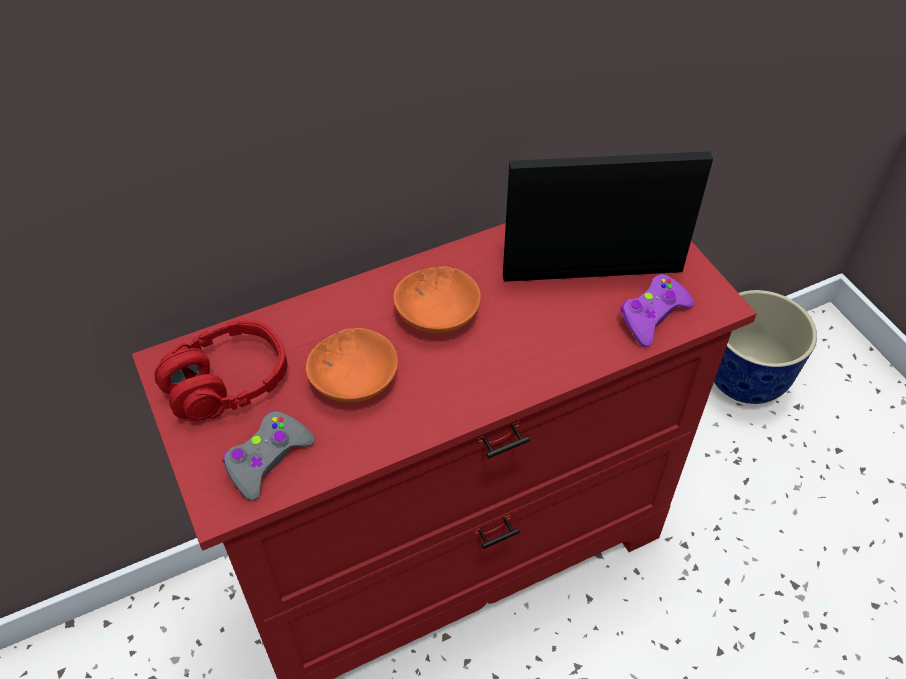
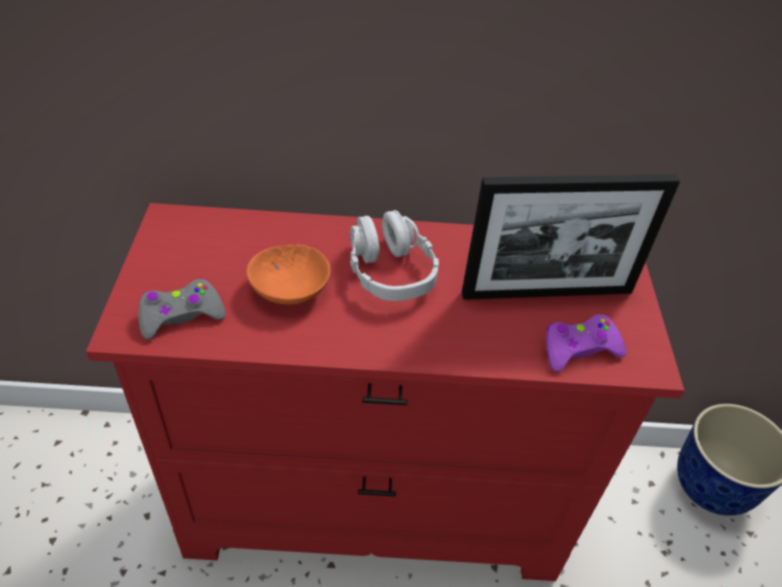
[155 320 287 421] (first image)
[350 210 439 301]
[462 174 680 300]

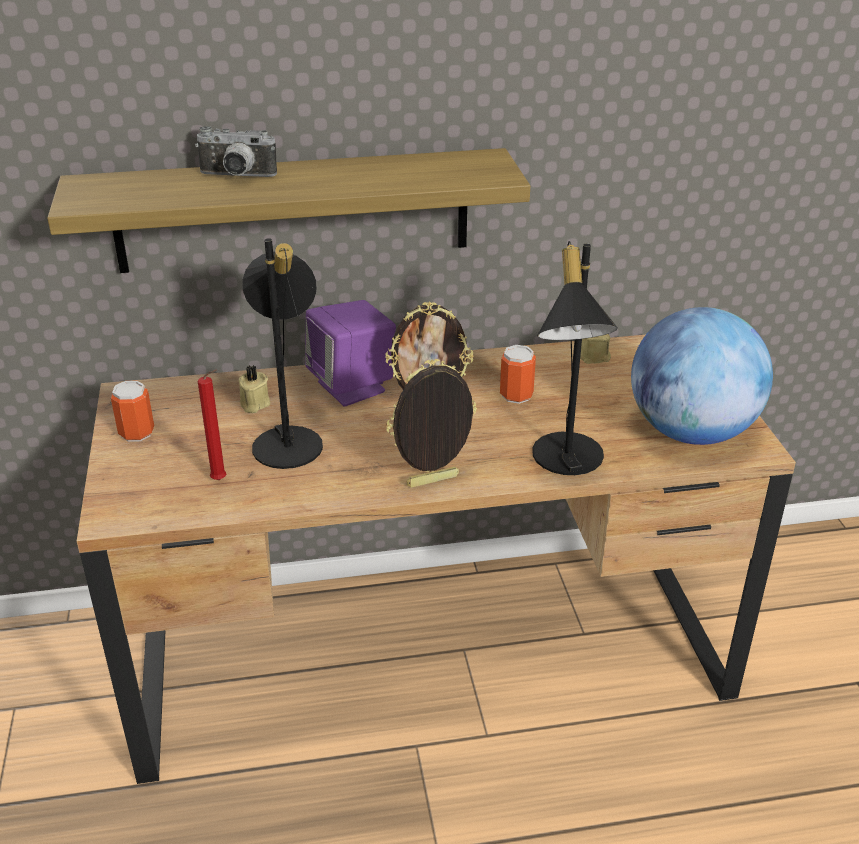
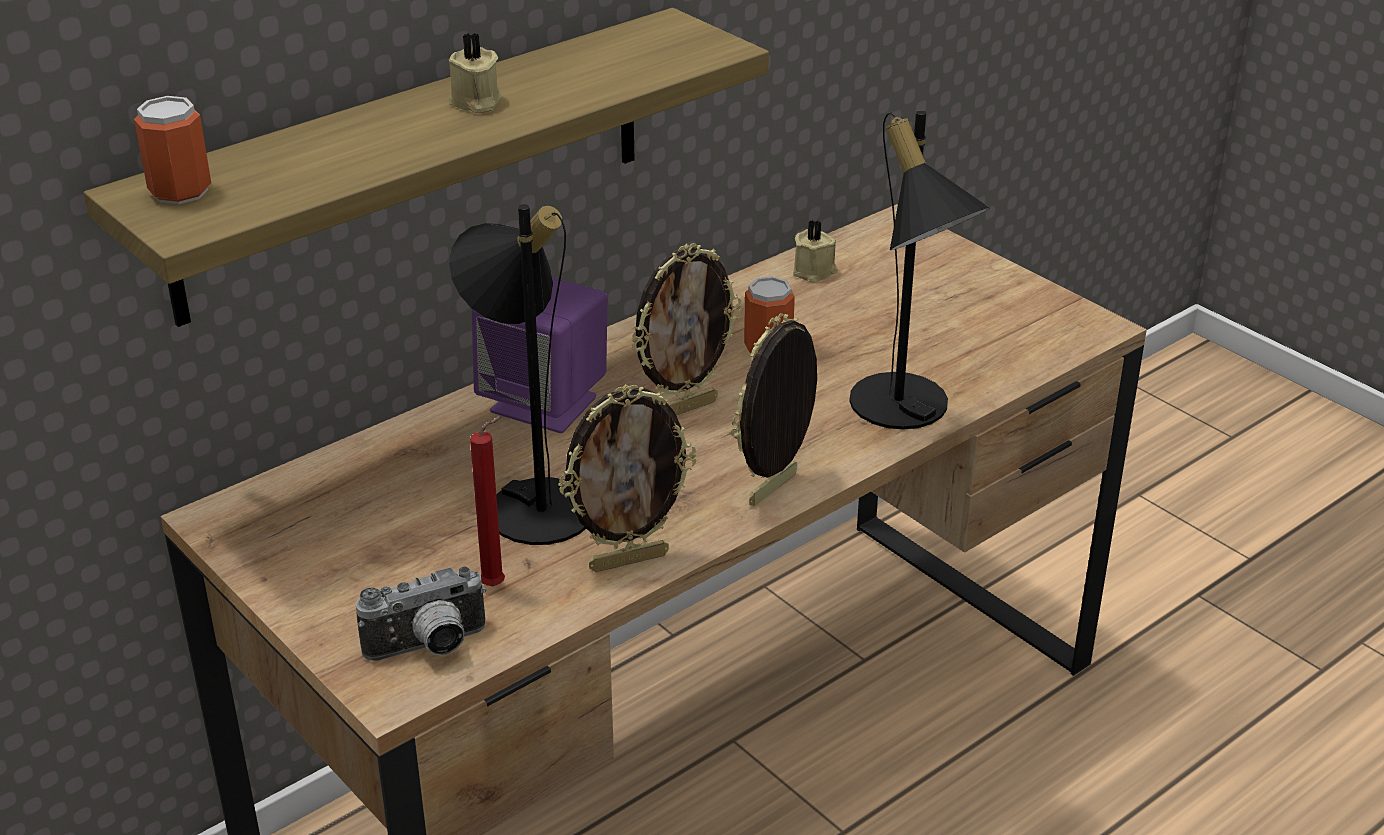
[631 307 773 445] (first image)
[558 384 696 572]
[134 96 211 204]
[356 566 487 661]
[449 33 503 113]

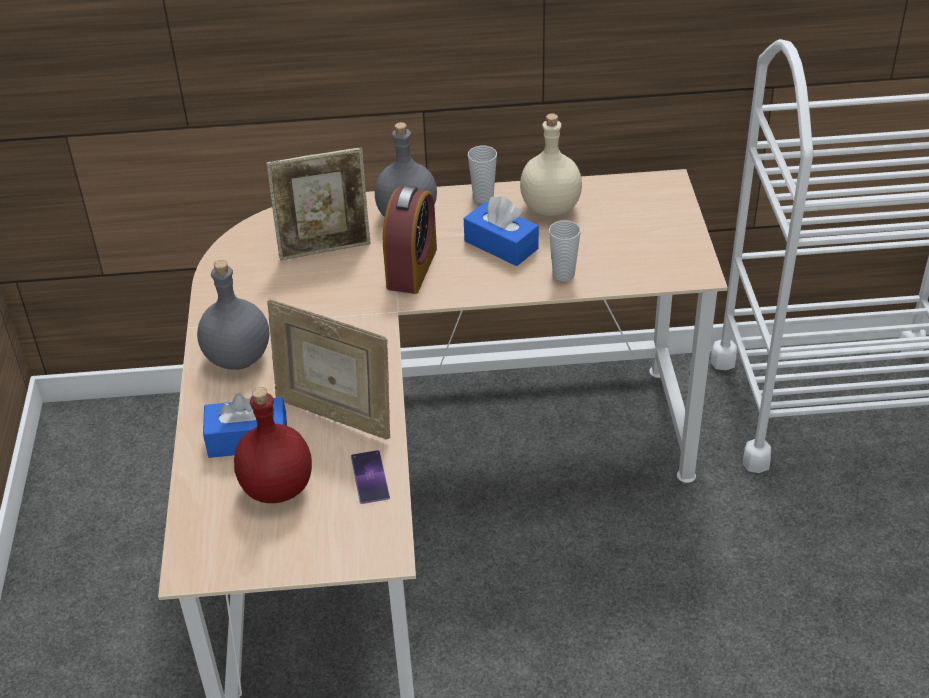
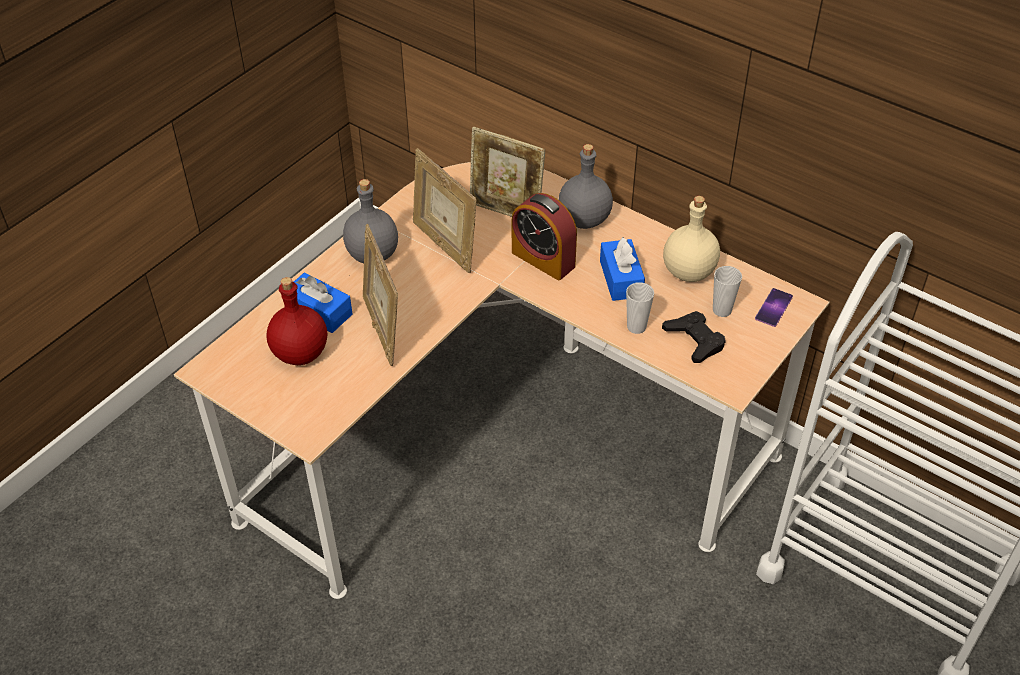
[413 148 477 273]
[662 311 726 363]
[755 288 793 327]
[713 266 742 317]
[512 193 577 280]

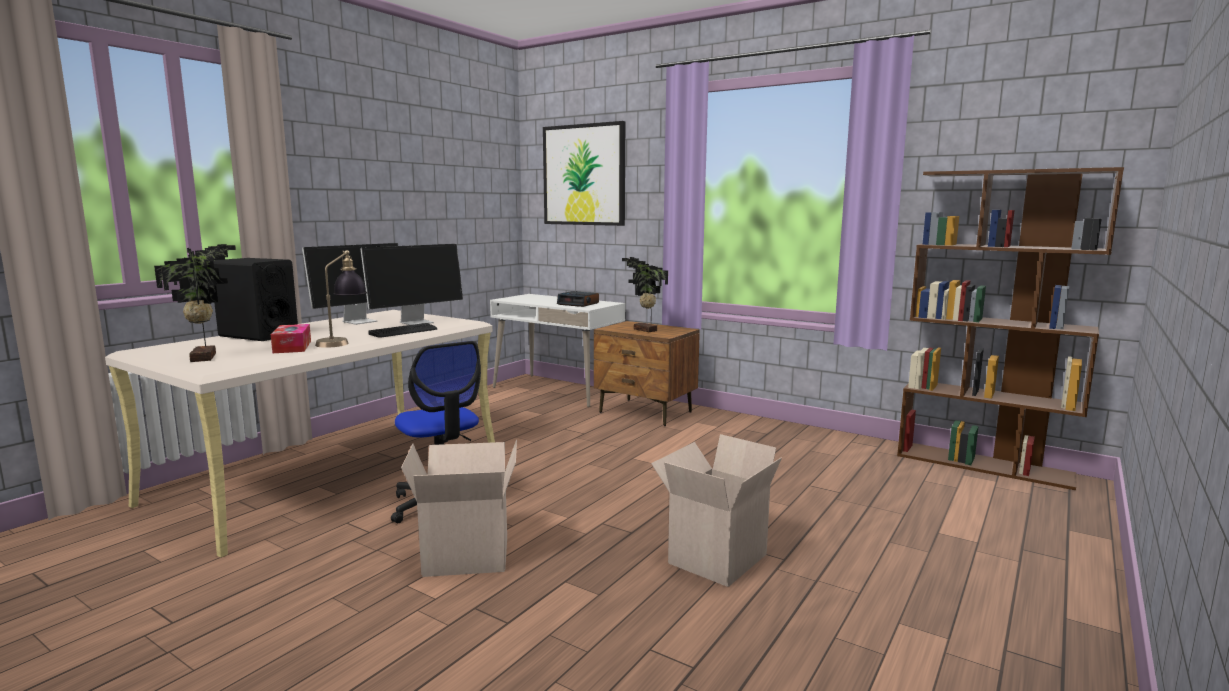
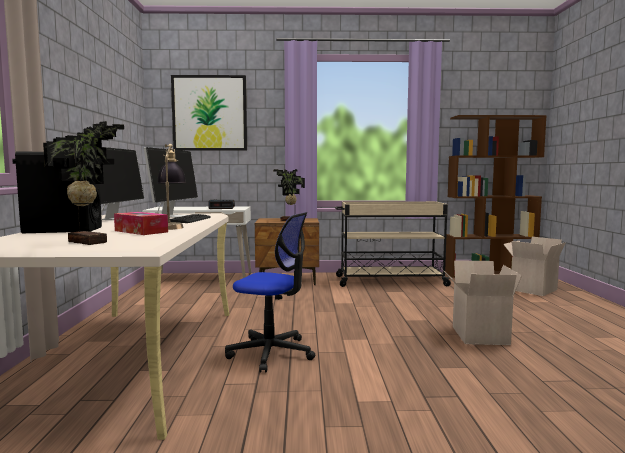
[335 201 452 287]
[503 237 566 296]

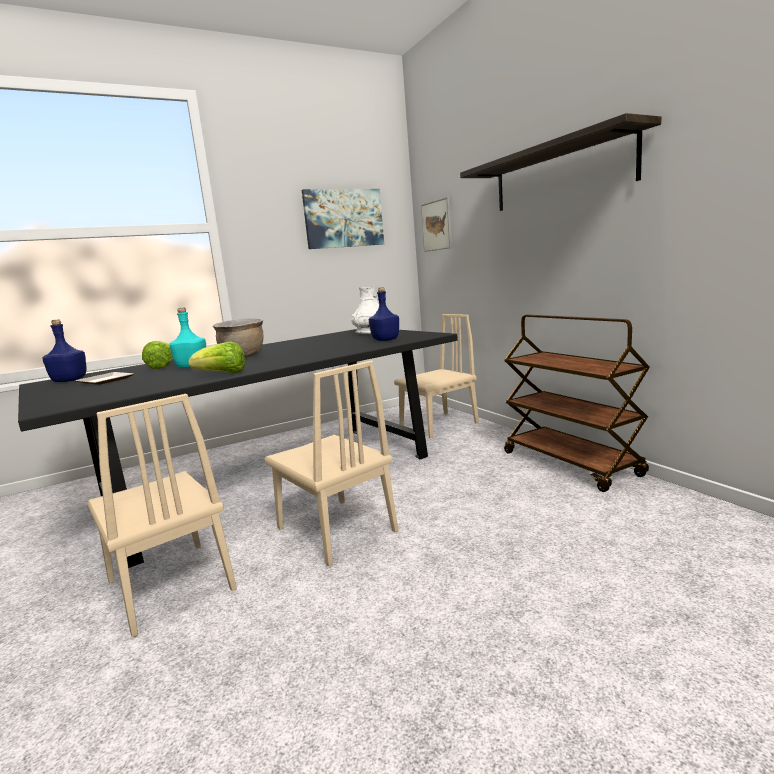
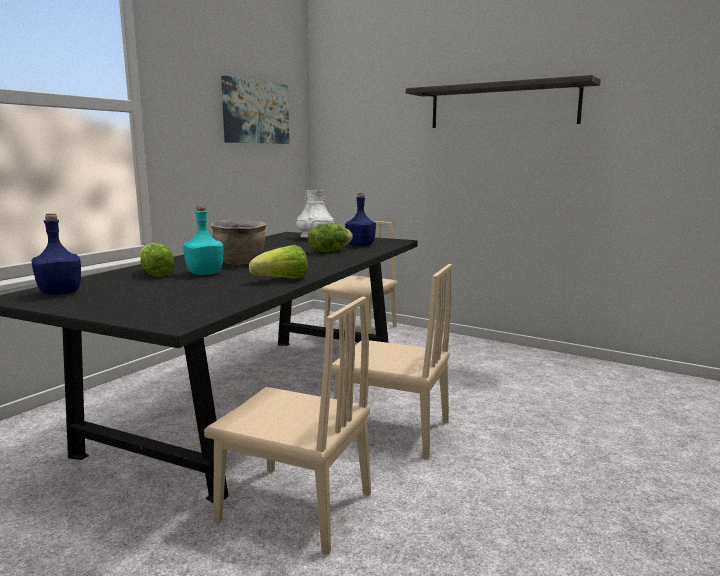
[75 372 134 385] (first image)
[421 197 452 252] (first image)
[504 315 650 492] (first image)
[308 223 353 252]

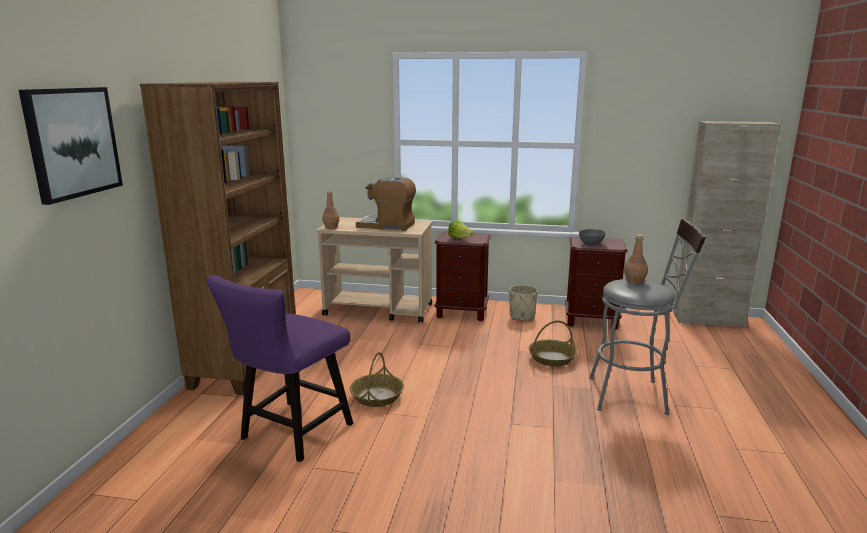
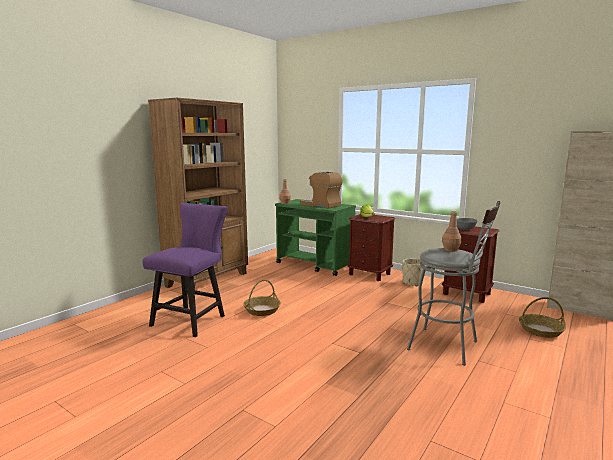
[19 87 123 205] (first image)
[519 297 566 338]
[275 199 356 276]
[142 203 228 337]

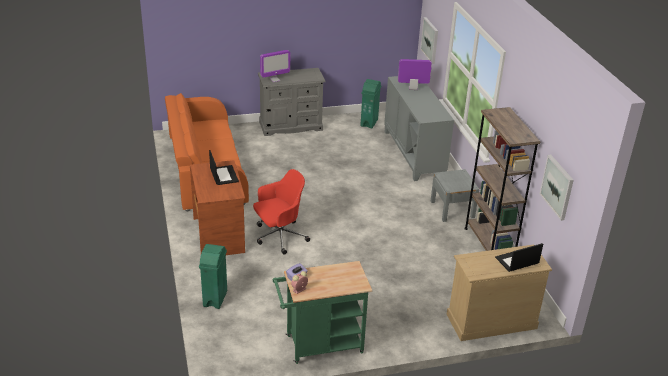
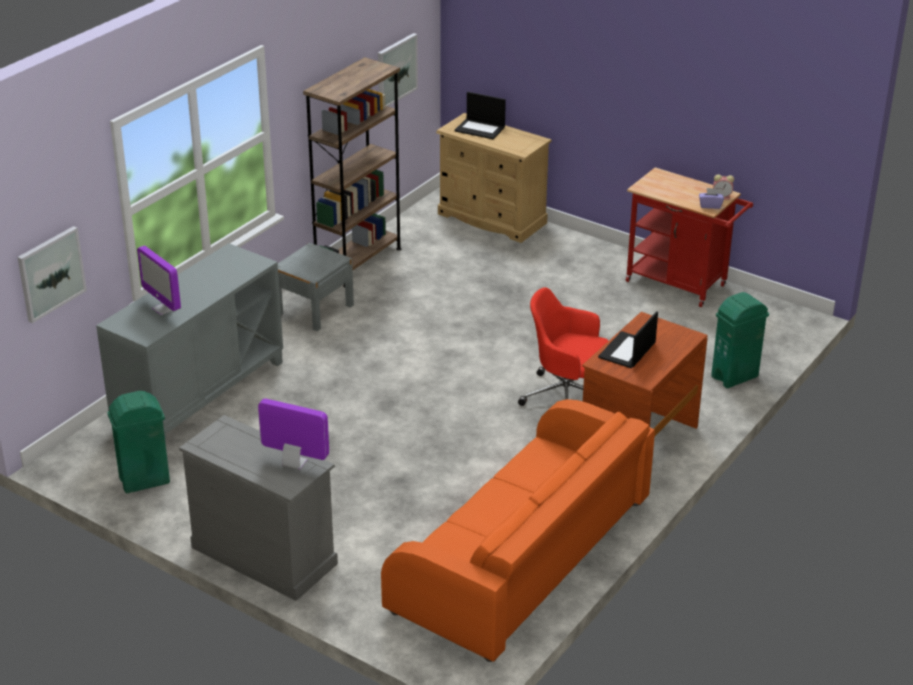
[626 167 753 307]

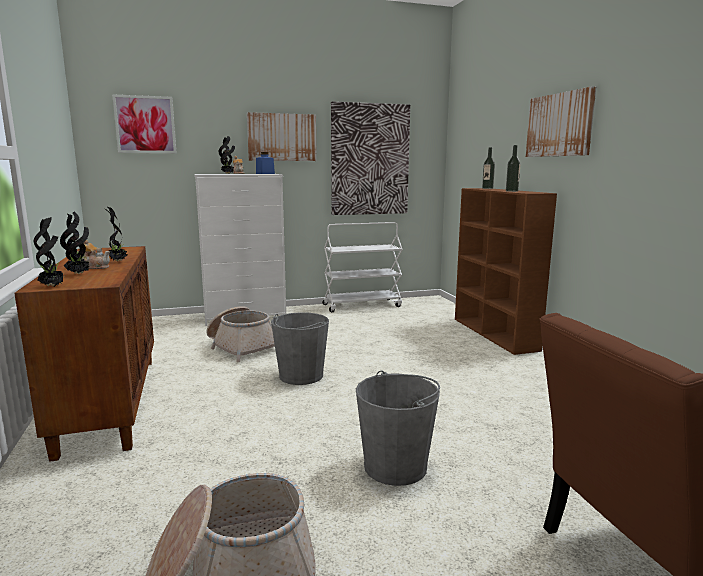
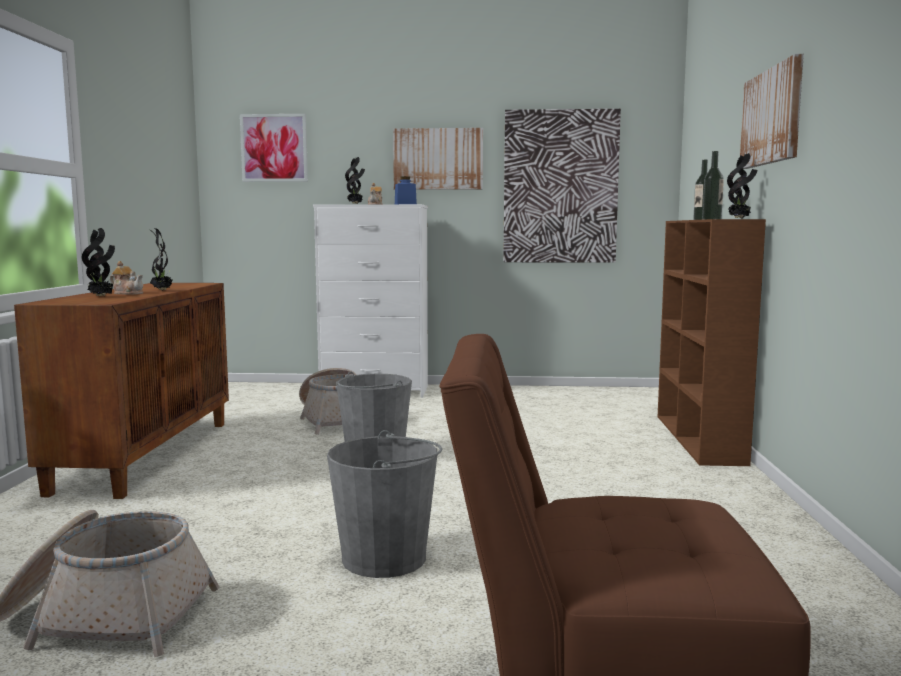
[322 222 403 312] (first image)
[727 153 757 219]

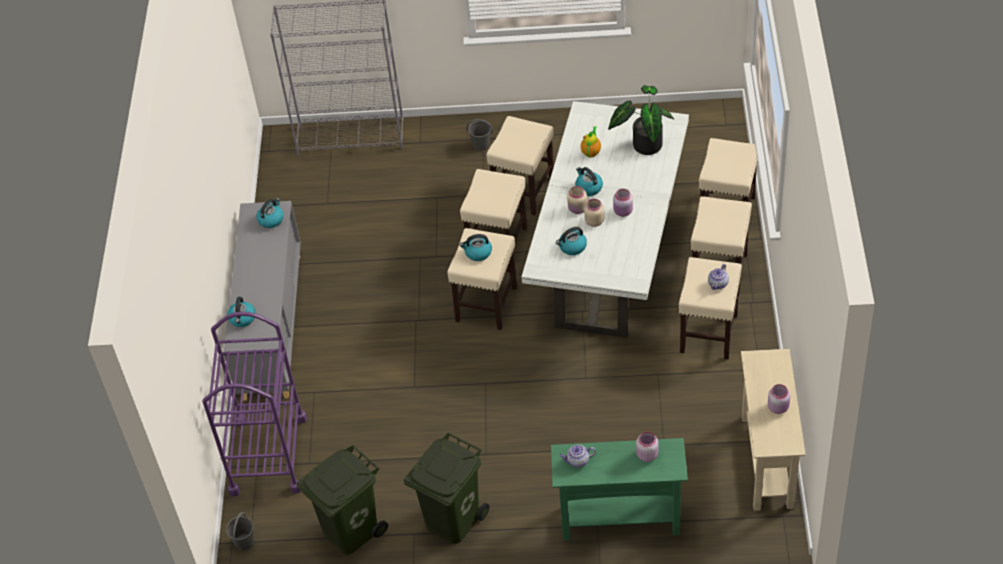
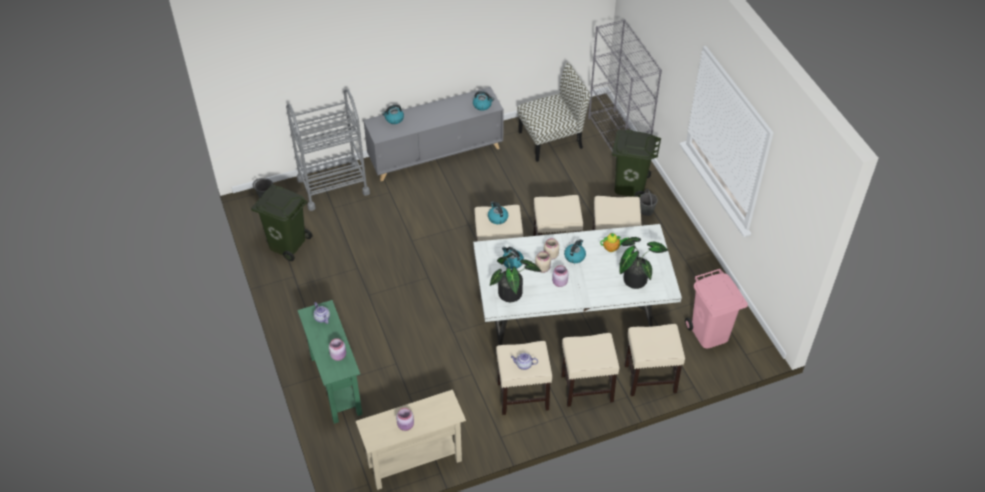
[490 254 542 302]
[517 62 591 162]
[685 269 748 348]
[612 130 661 198]
[286 89 370 211]

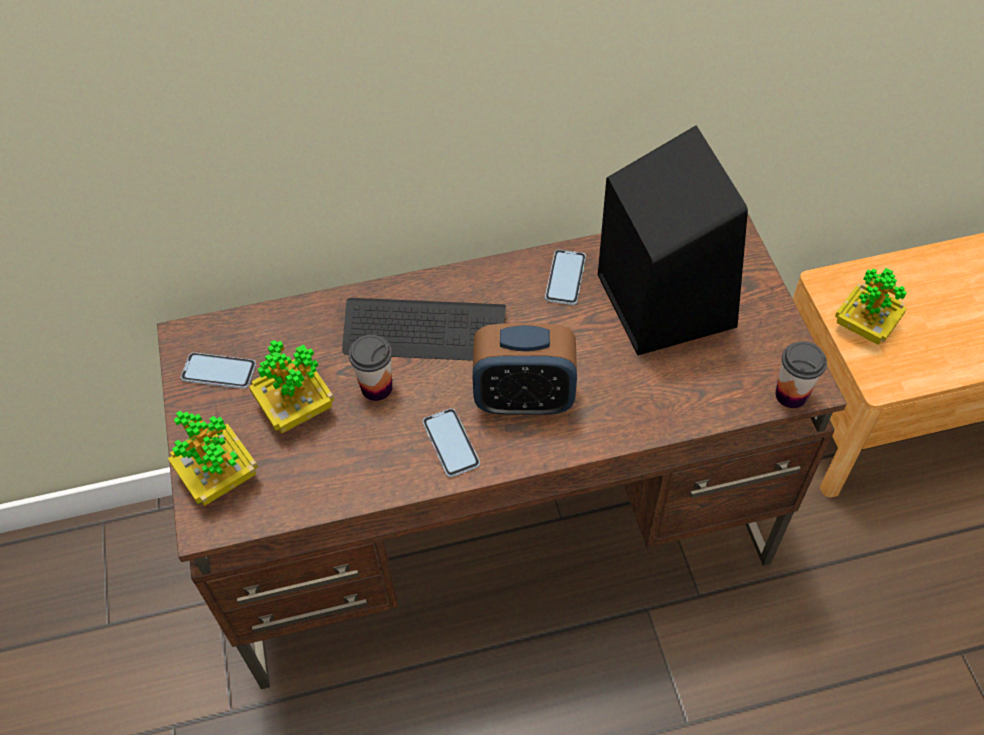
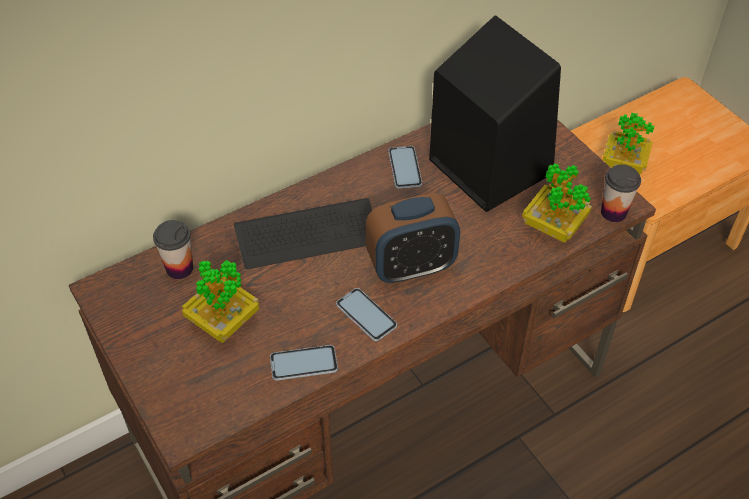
[522 163 592 243]
[270 345 338 381]
[153 220 193 279]

